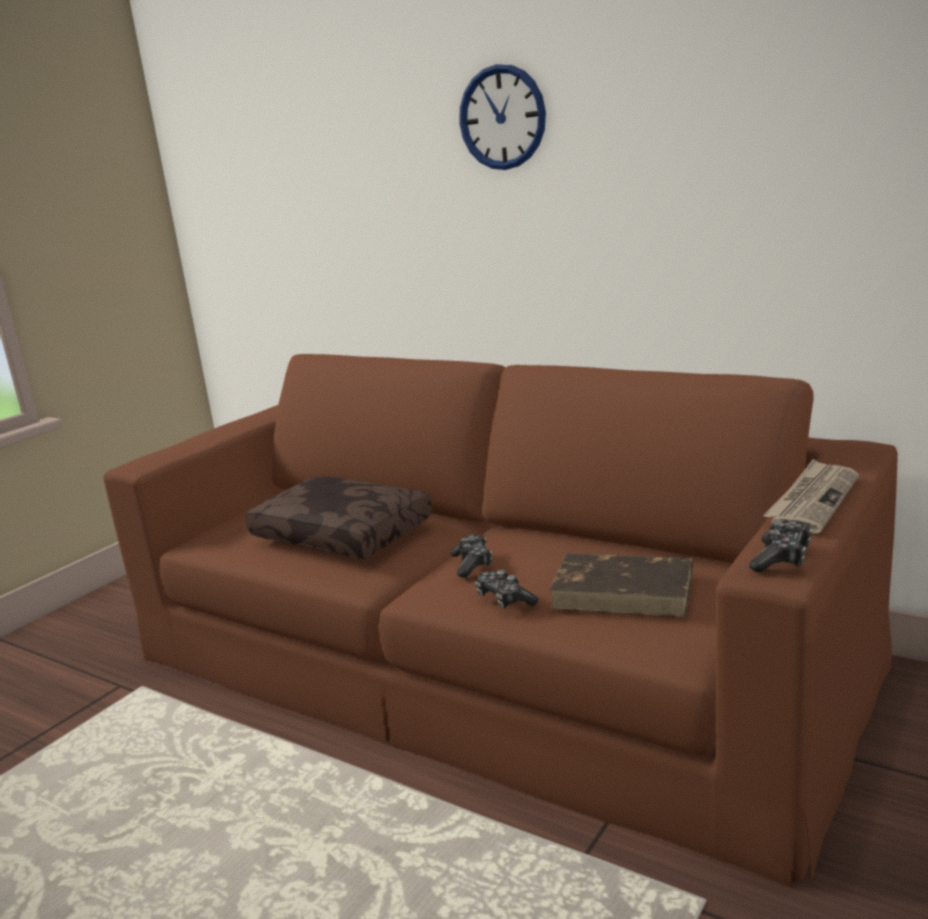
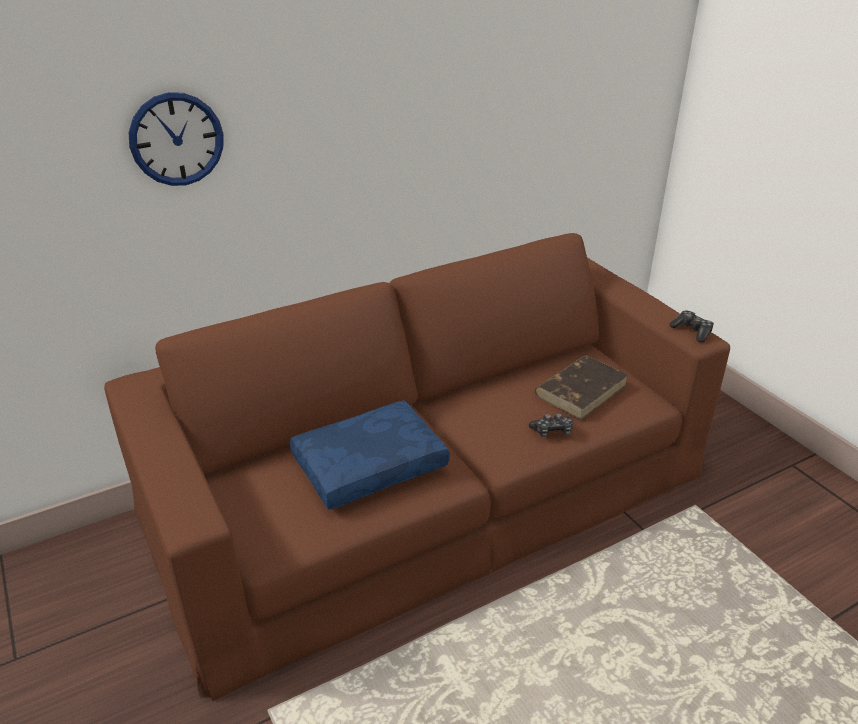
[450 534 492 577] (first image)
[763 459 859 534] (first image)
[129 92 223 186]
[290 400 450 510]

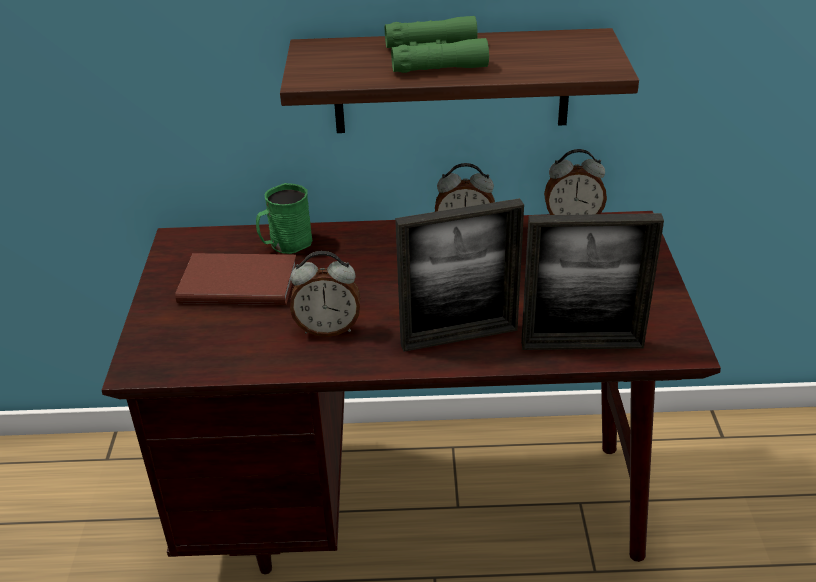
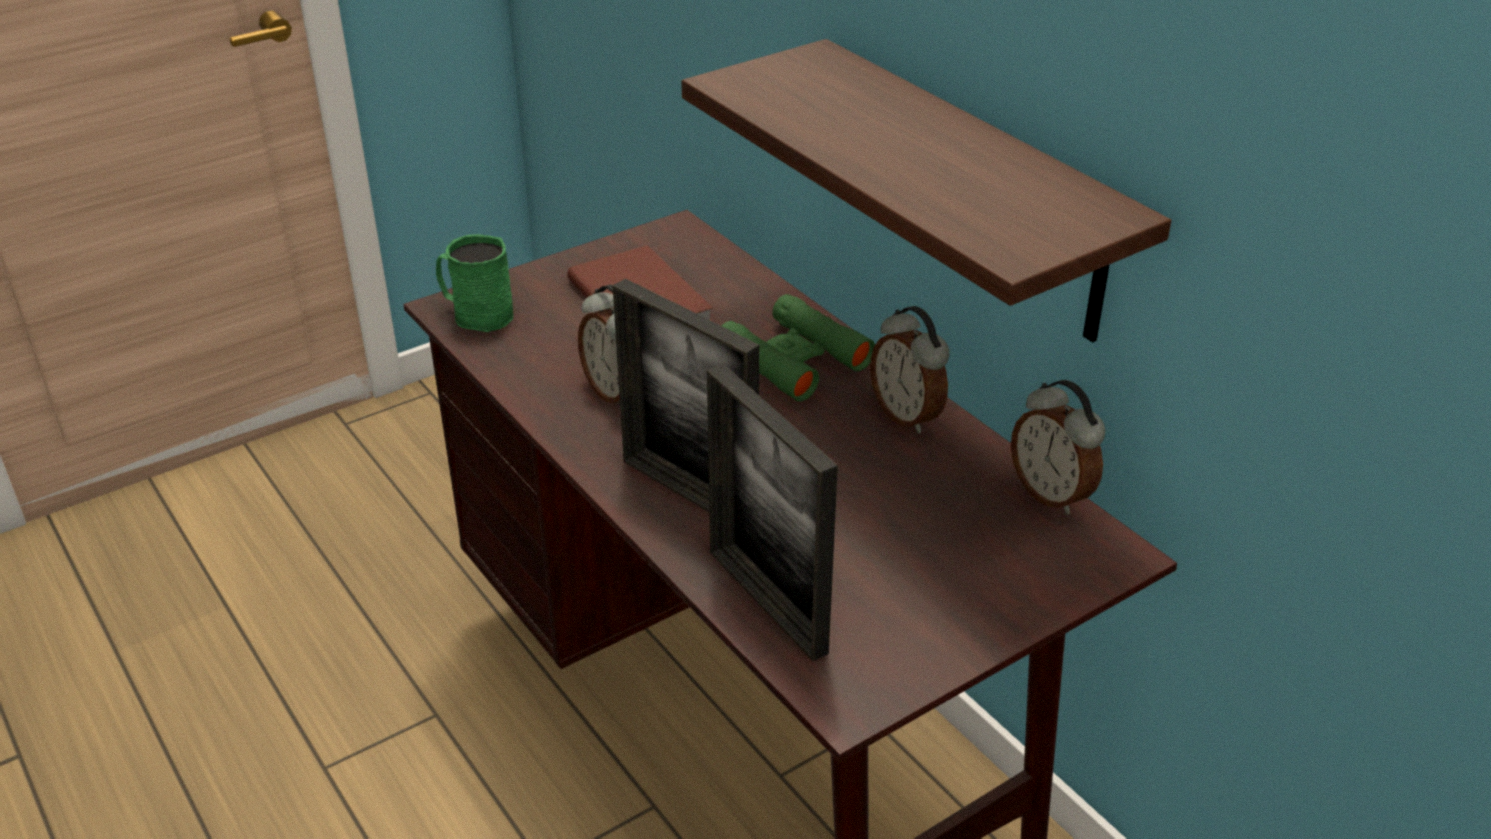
[436 234 514 332]
[721 294 875 402]

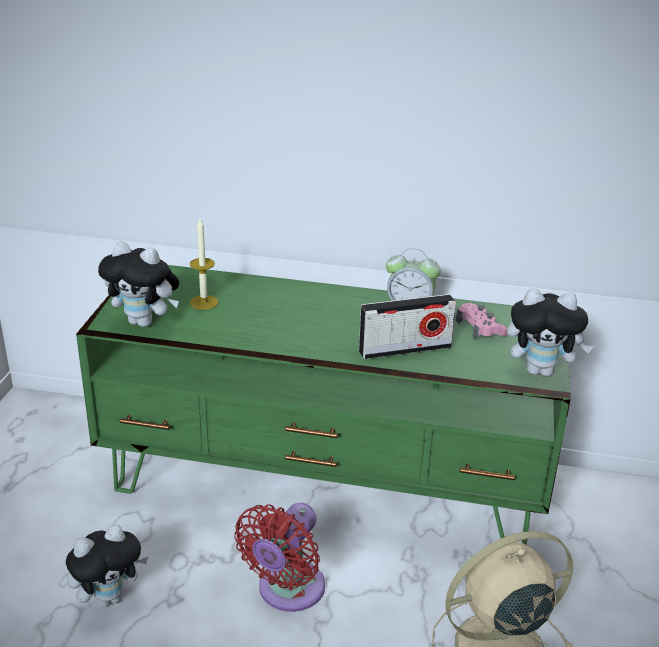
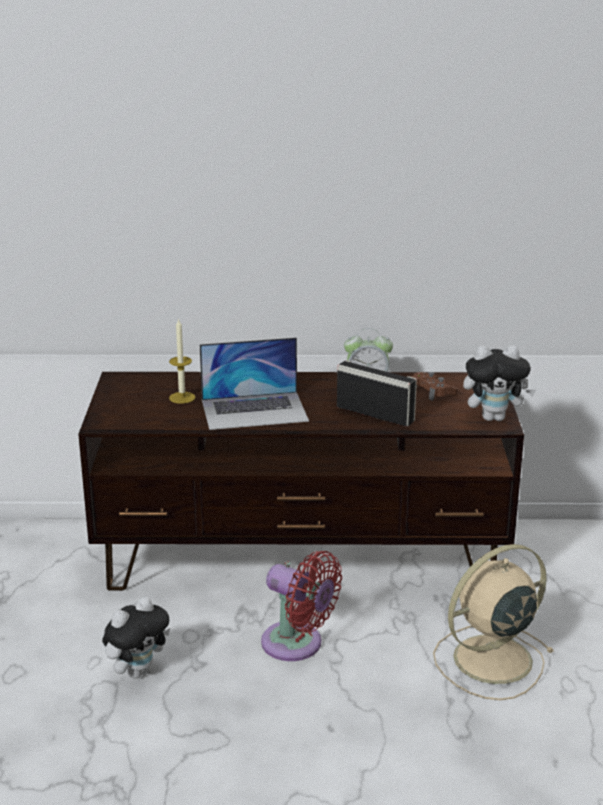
[98 241 179 327] (first image)
[200 337 309 430]
[78 372 524 591]
[412 372 458 401]
[261 551 342 661]
[337 360 417 427]

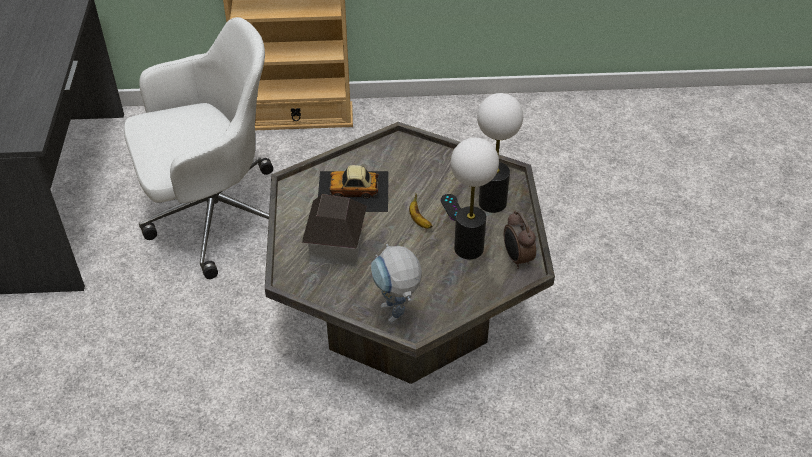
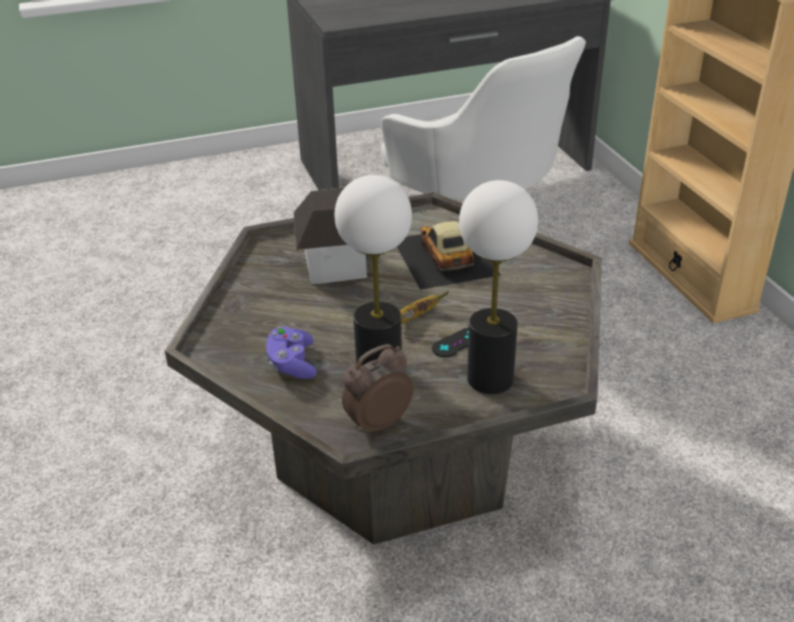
[371 244 422 324] (first image)
[266 326 317 379]

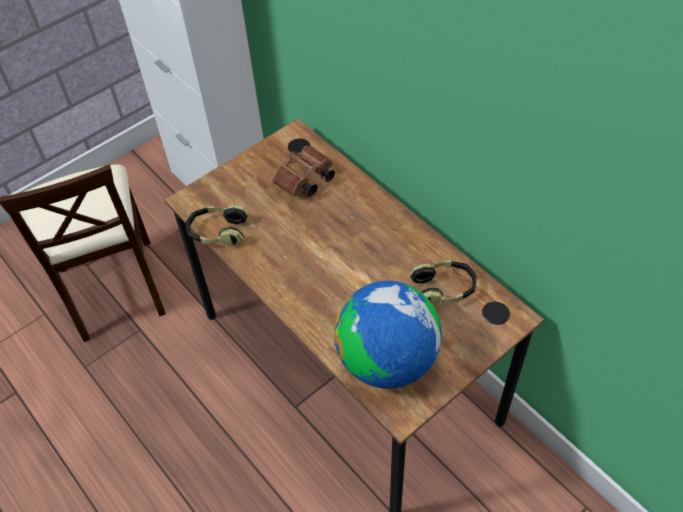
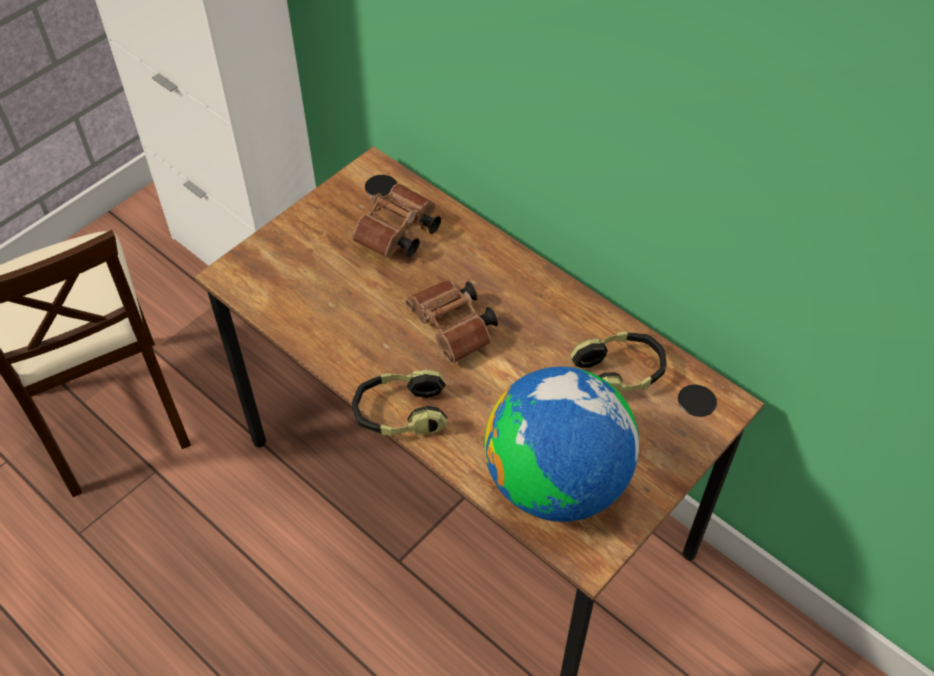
[406 280 498 363]
[352 370 447 436]

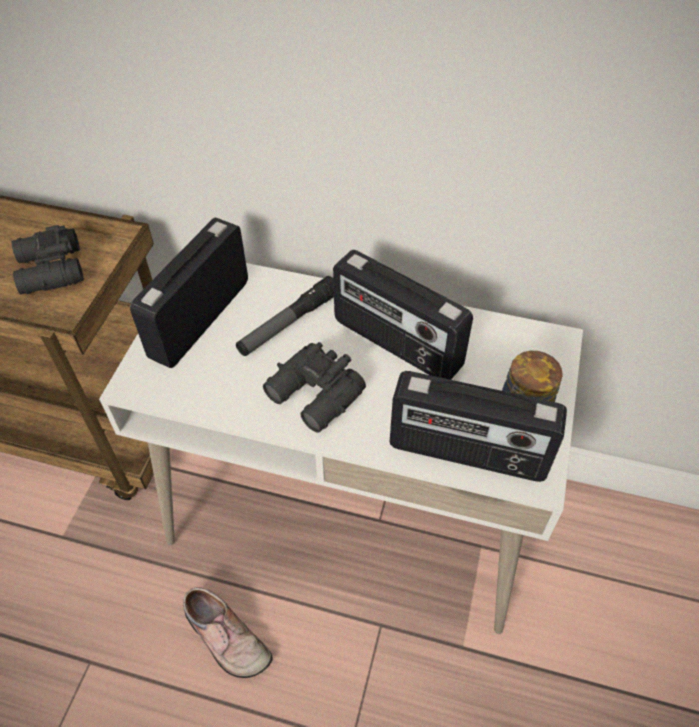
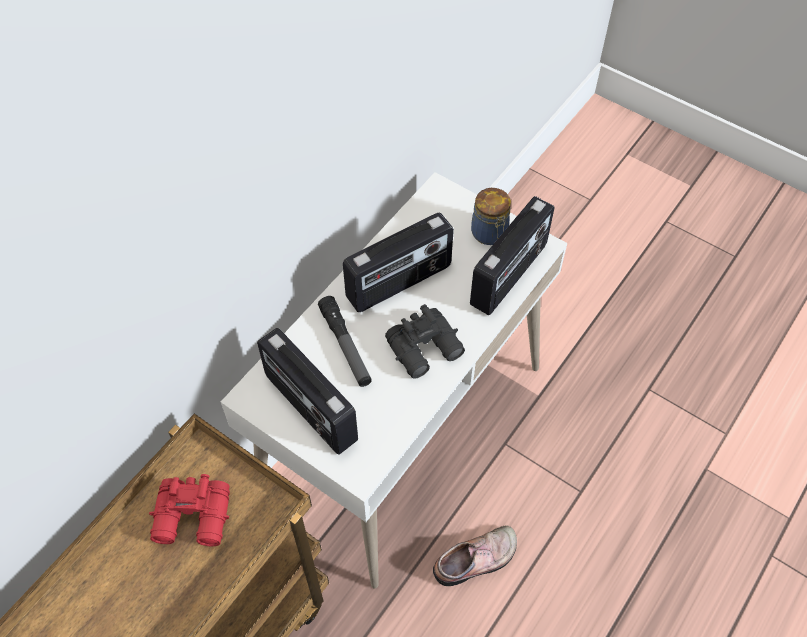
[149 474 230 546]

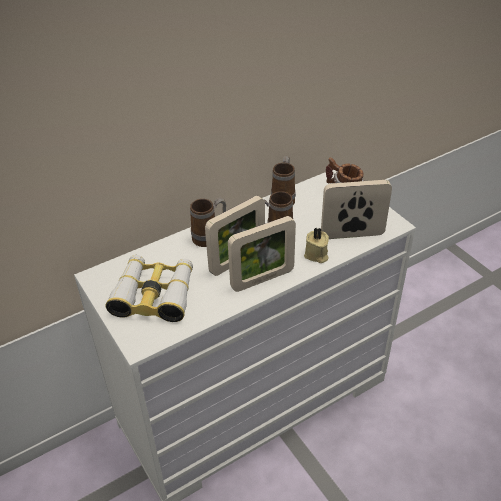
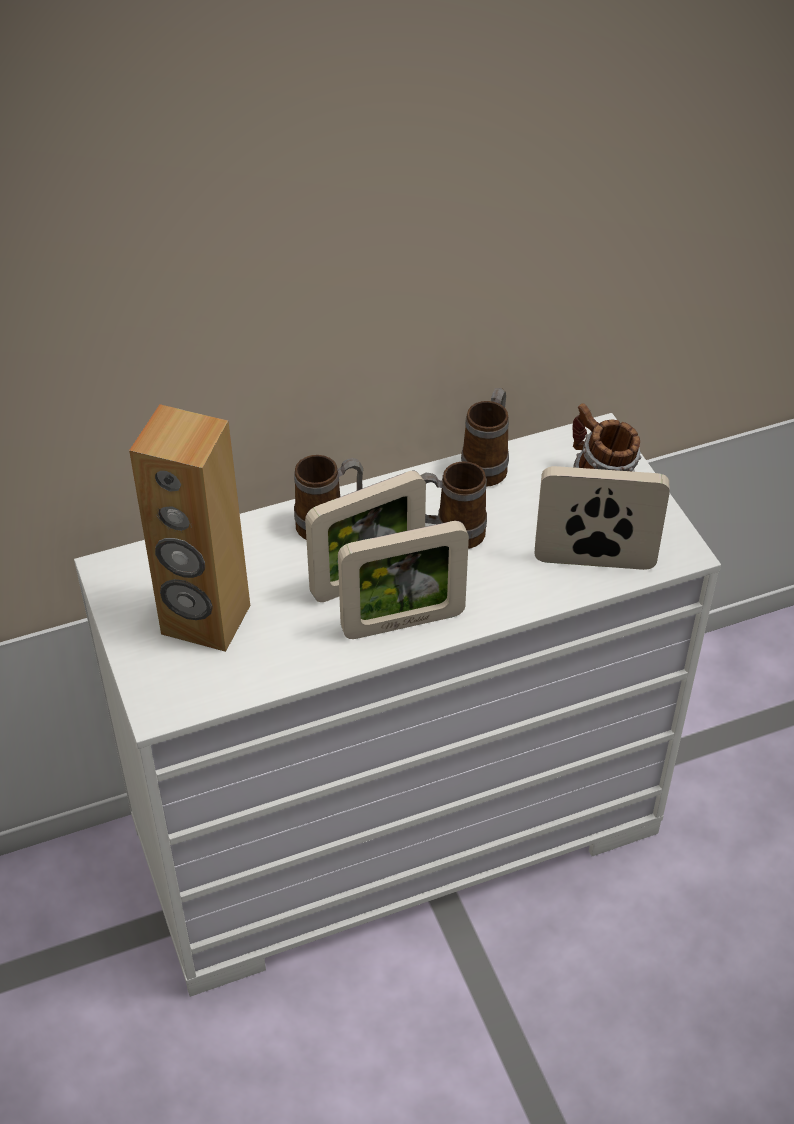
[304 227 329 263] (first image)
[129 404 250 652]

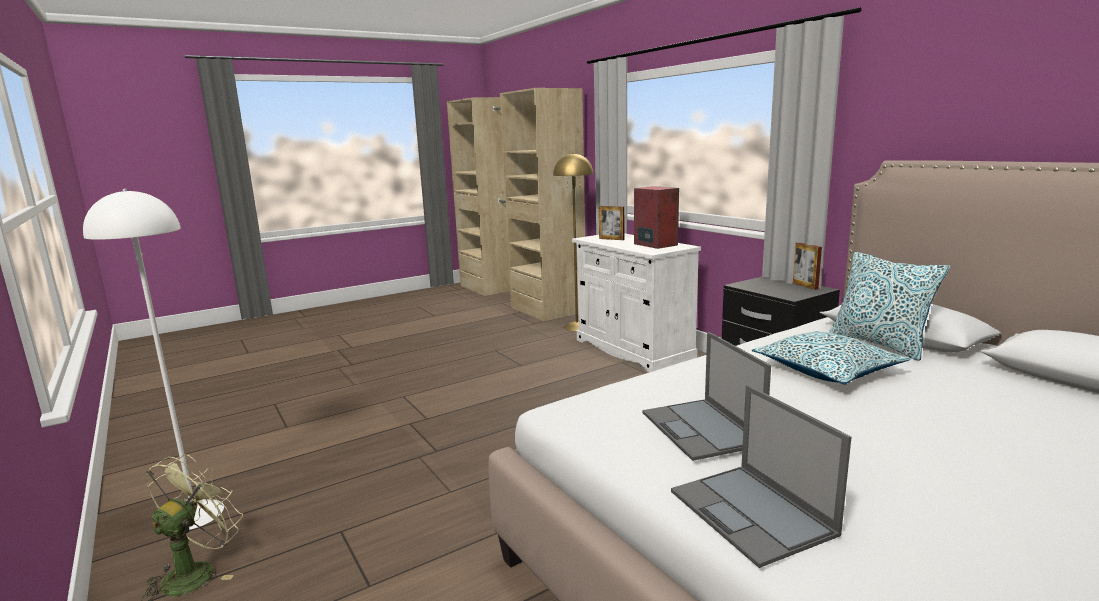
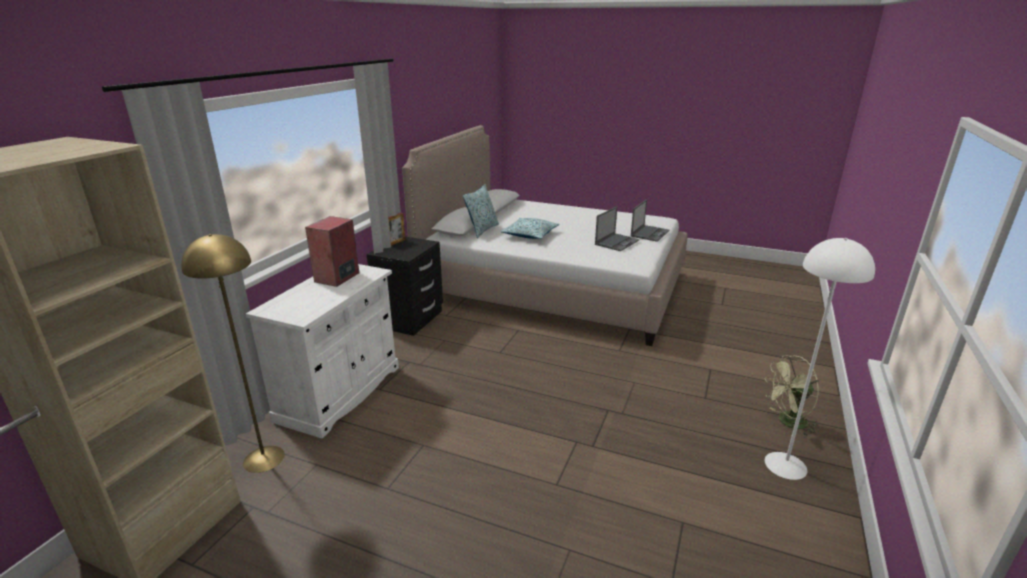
[599 206 624 240] (first image)

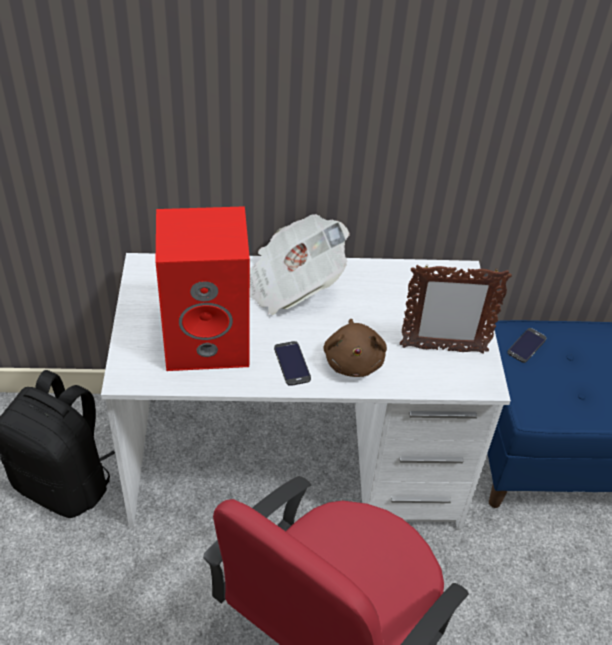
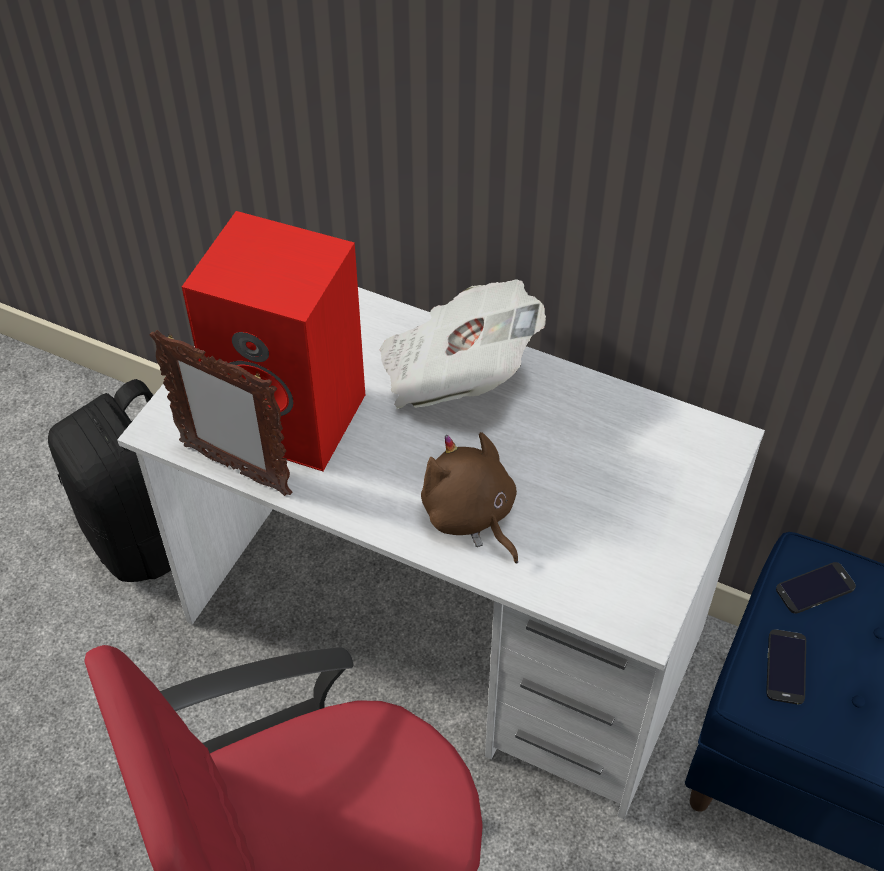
[766 629 806 705]
[149 330 292 496]
[421 432 518 563]

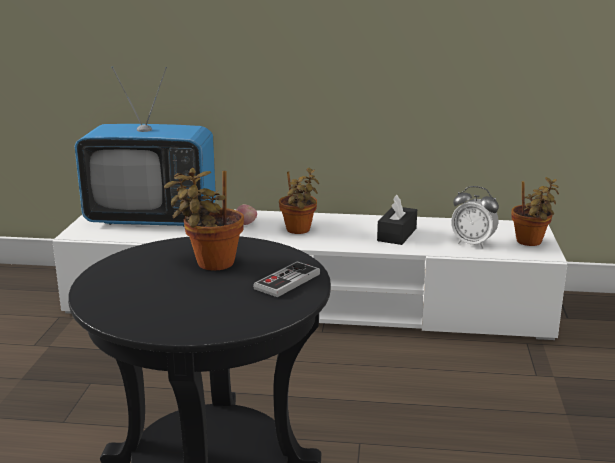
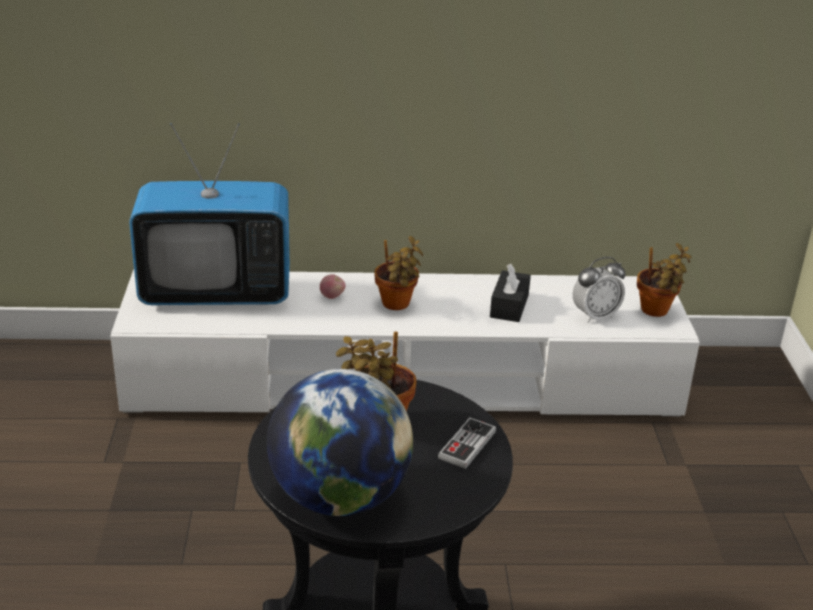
[267 369 413 516]
[573 257 626 323]

